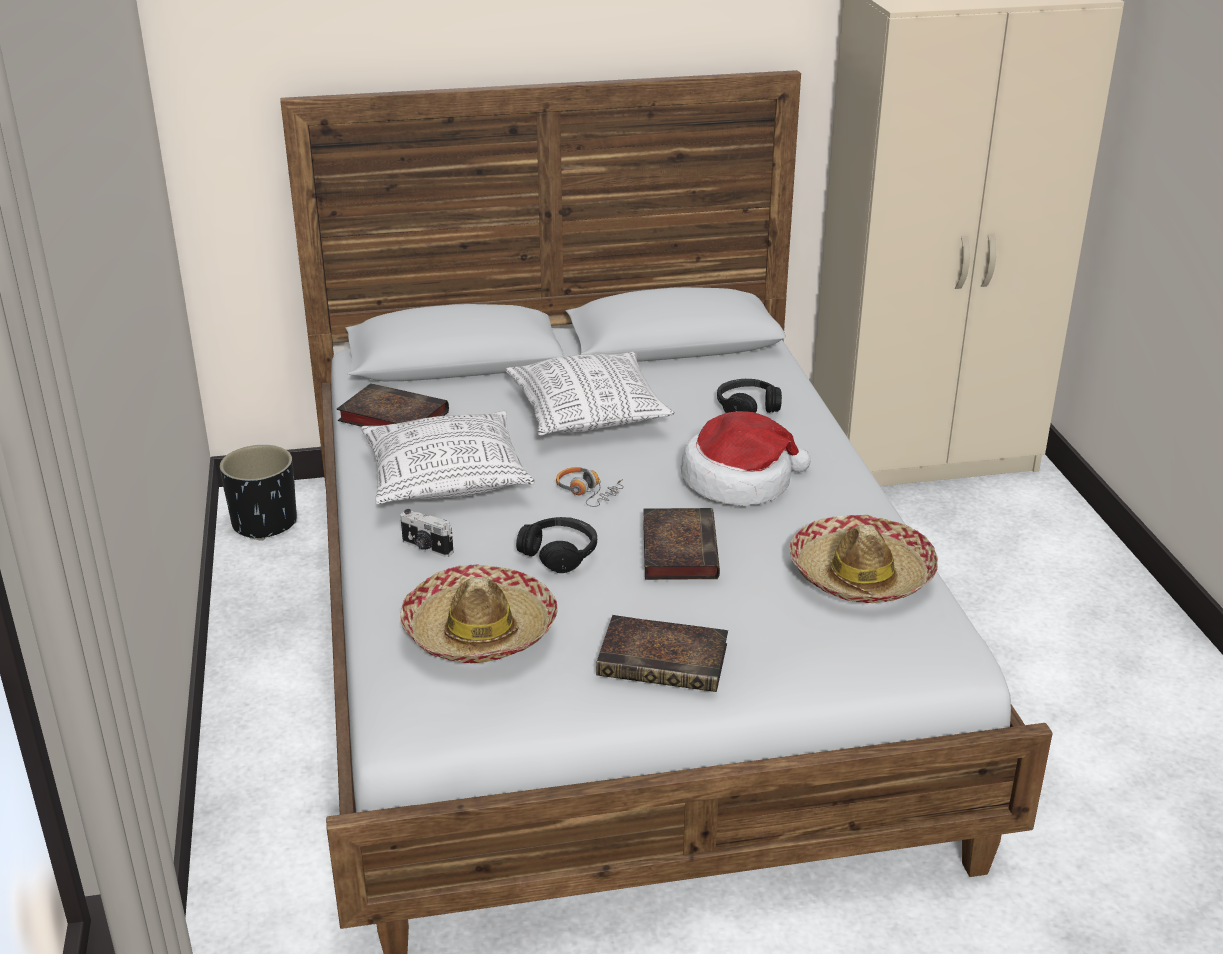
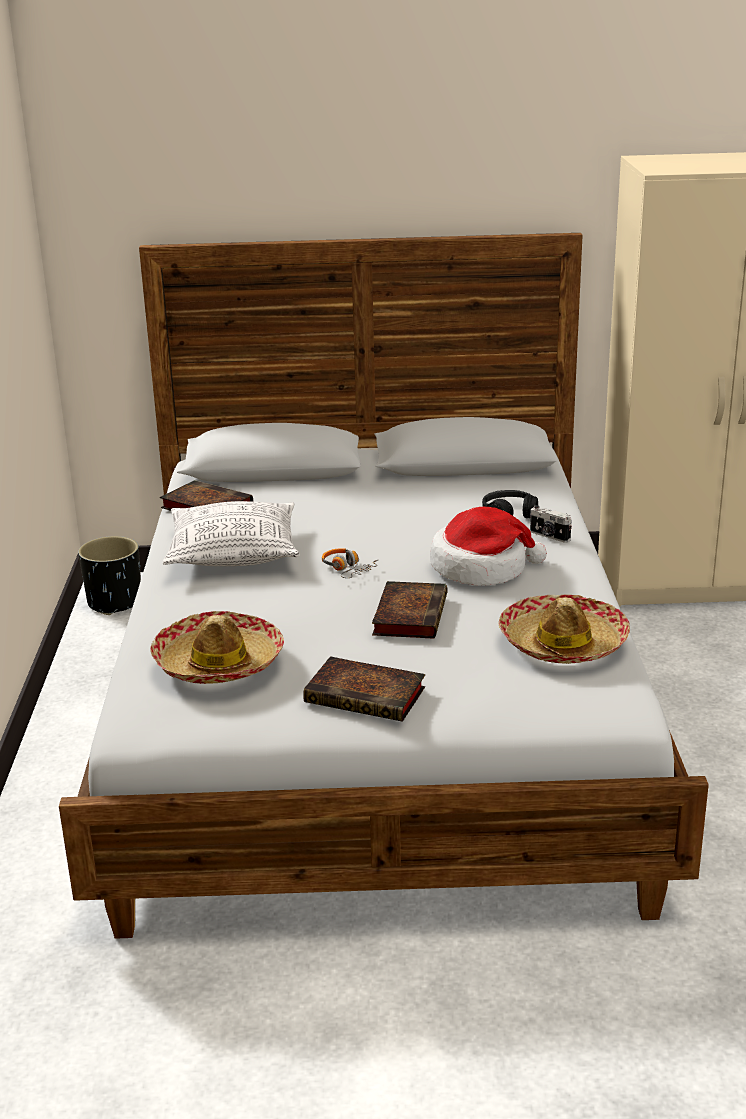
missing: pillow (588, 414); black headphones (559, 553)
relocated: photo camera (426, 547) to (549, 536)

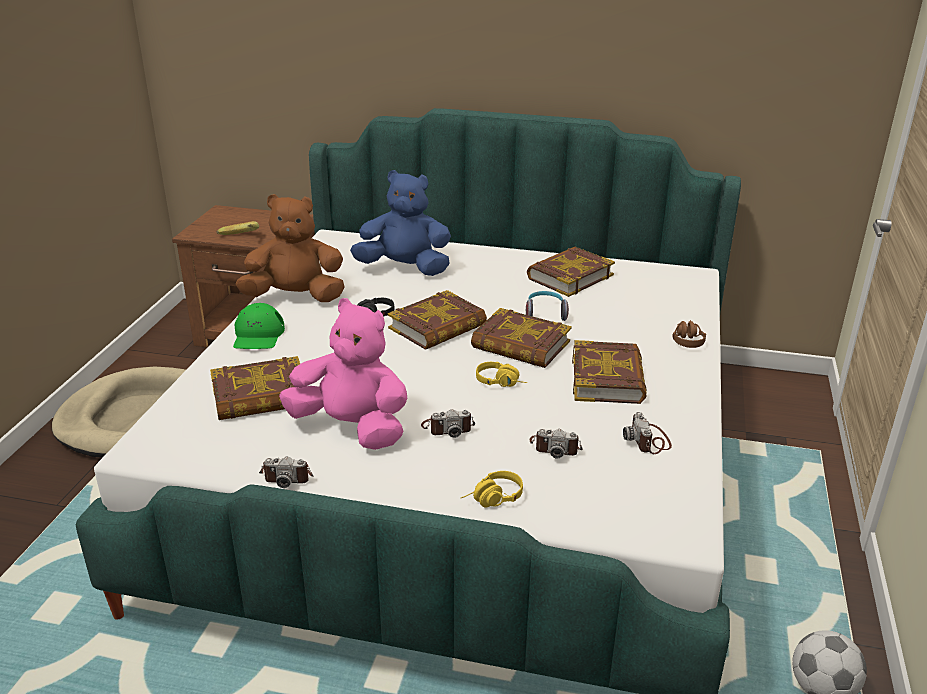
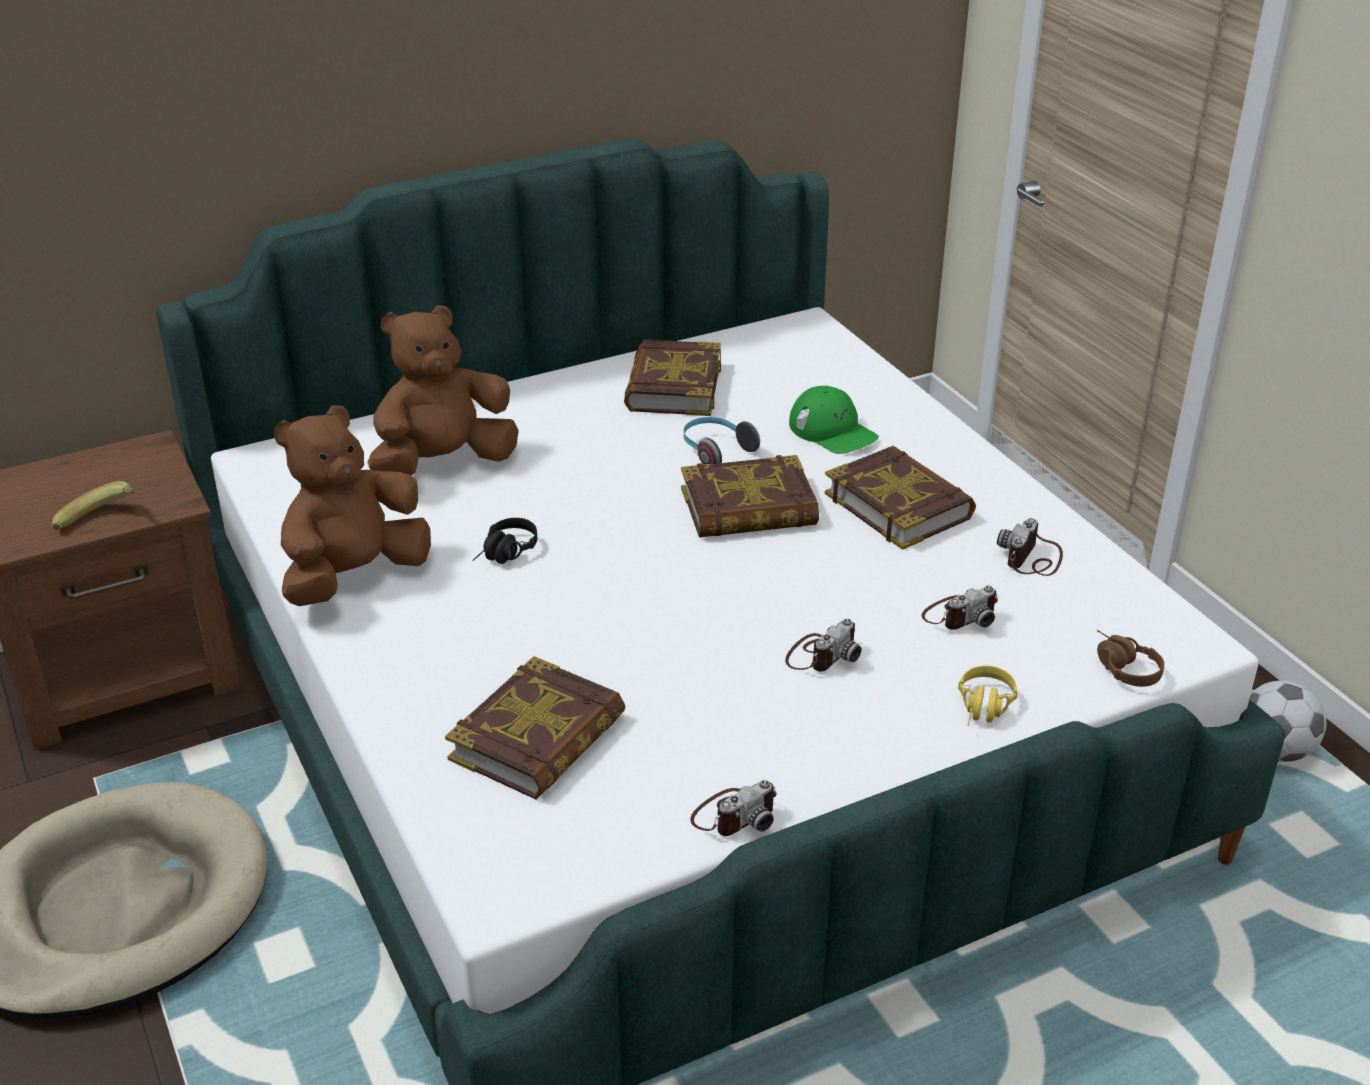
missing: book (438, 327); pink plush toy (352, 427); yellow headphones (502, 382)
relocated: green cap (258, 335) to (833, 430); brown headphones (686, 339) to (1120, 667)
colour: blue plush toy (405, 268) to brown plush toy (443, 463)
spun: photo camera (648, 440) = (1032, 559) 75 degrees clockwise

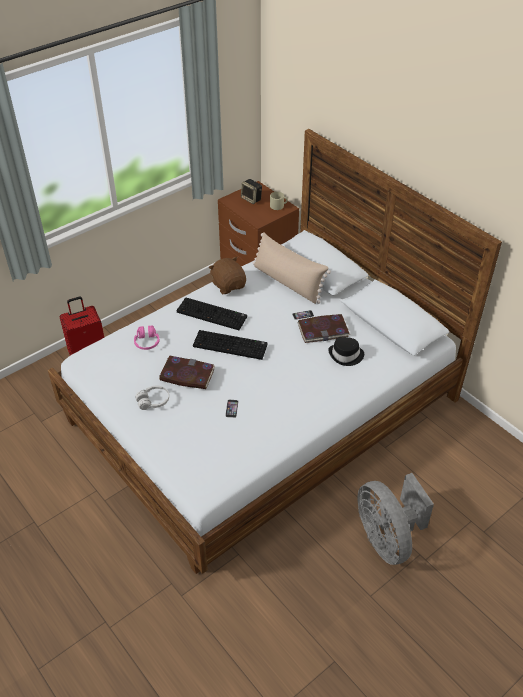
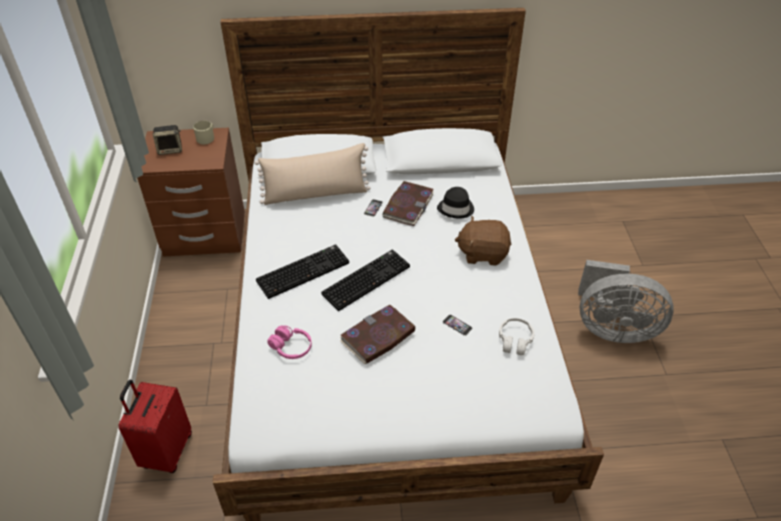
relocated: brown plush toy (228, 285) to (483, 253); white headphones (153, 401) to (515, 340)

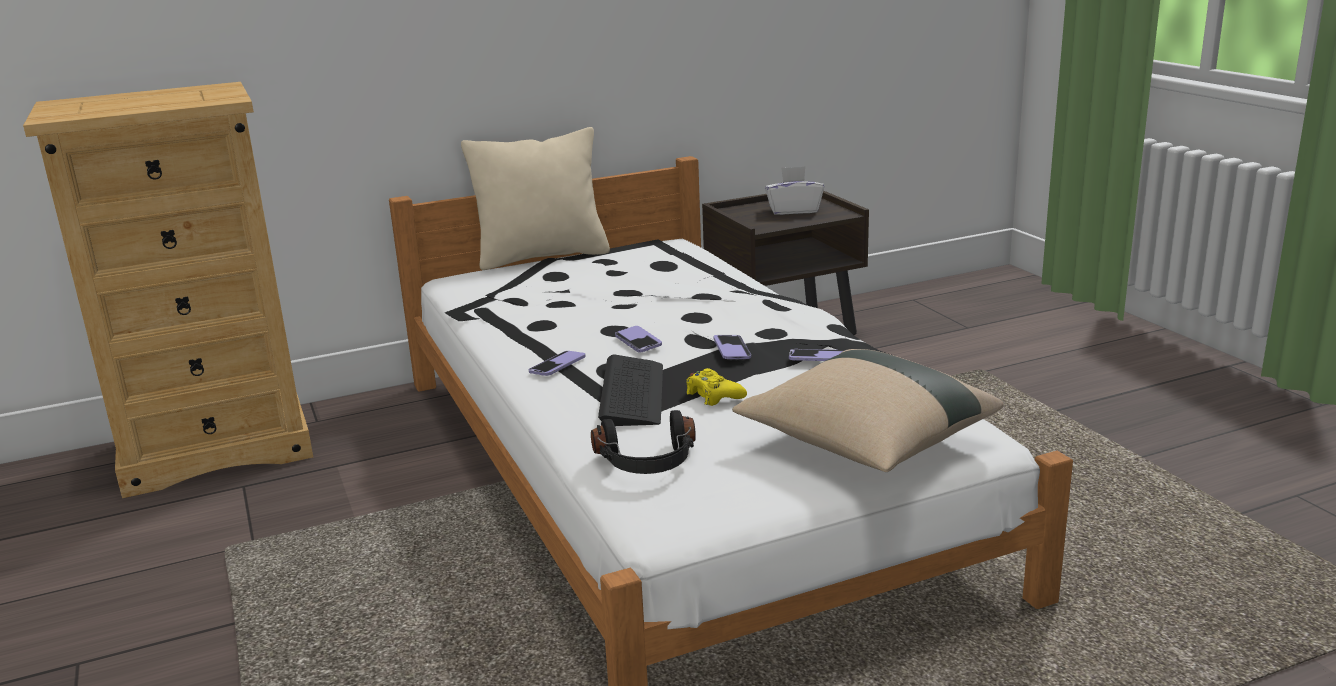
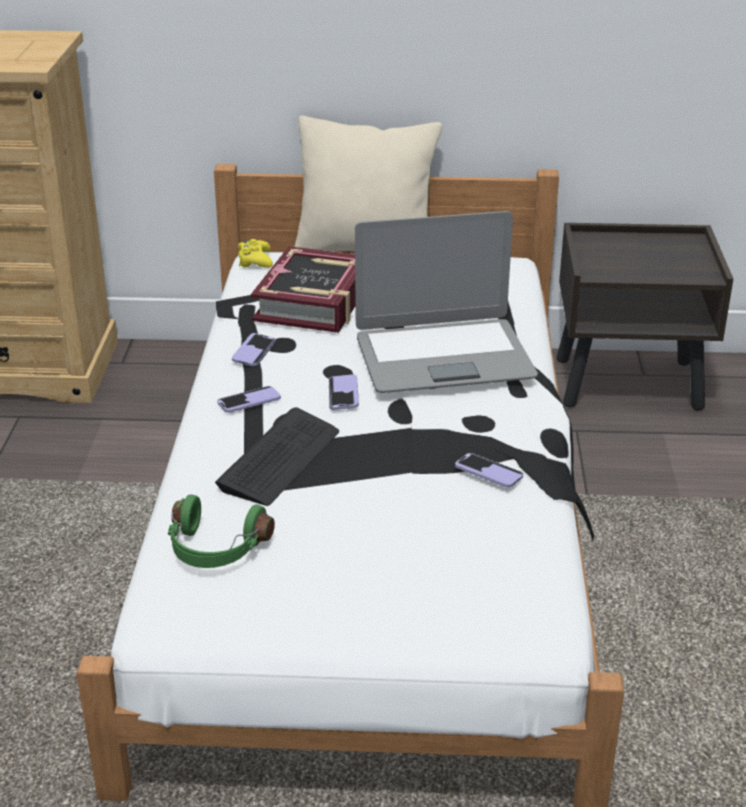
missing: white tissue box (793, 210); beige pillow (865, 443)
appeared: laptop (443, 357); book (314, 302)
relocated: phone (732, 349) to (254, 351); yellow game controller (713, 395) to (255, 260)
colour: black headphones (648, 463) to green headphones (215, 550)

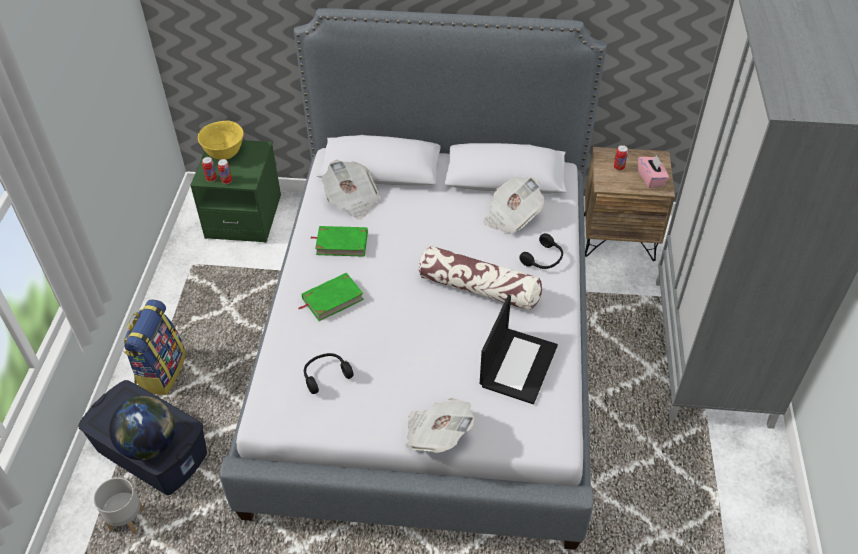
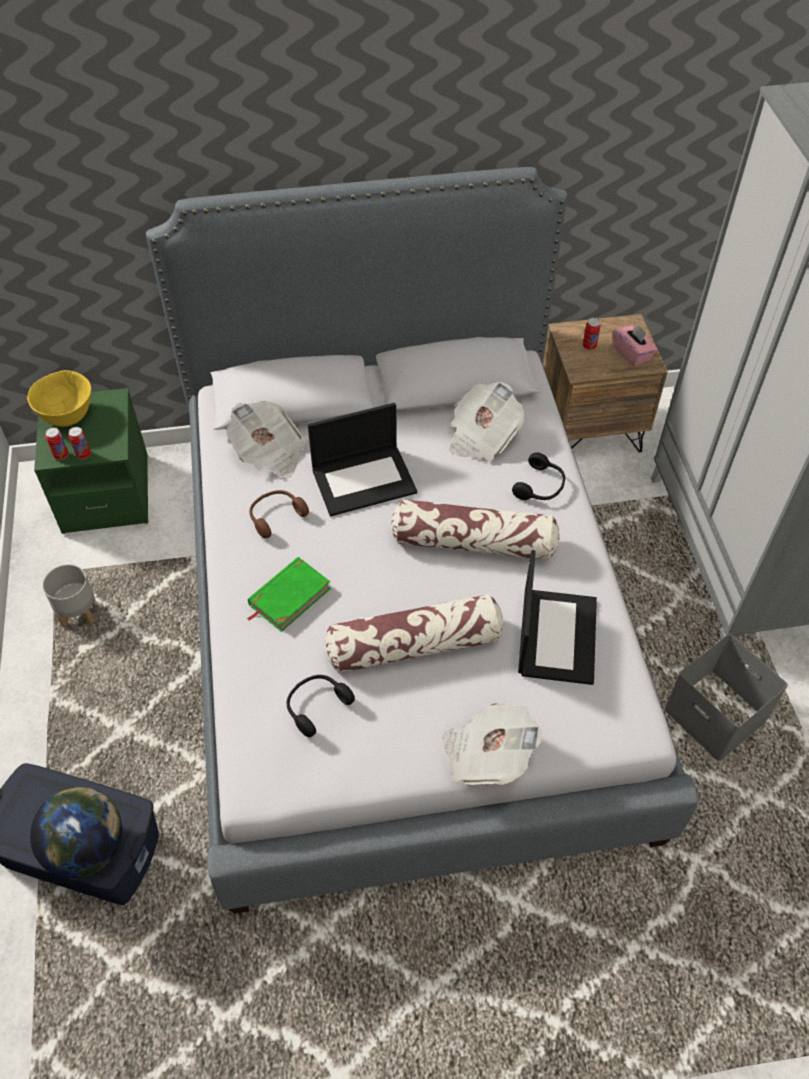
missing: backpack (161, 371)
appeared: laptop (364, 479); pillow (414, 645); grey storage box (717, 716)
relocated: grey planter (127, 519) to (79, 613)
exchanged: green book (341, 243) to brown headphones (275, 516)

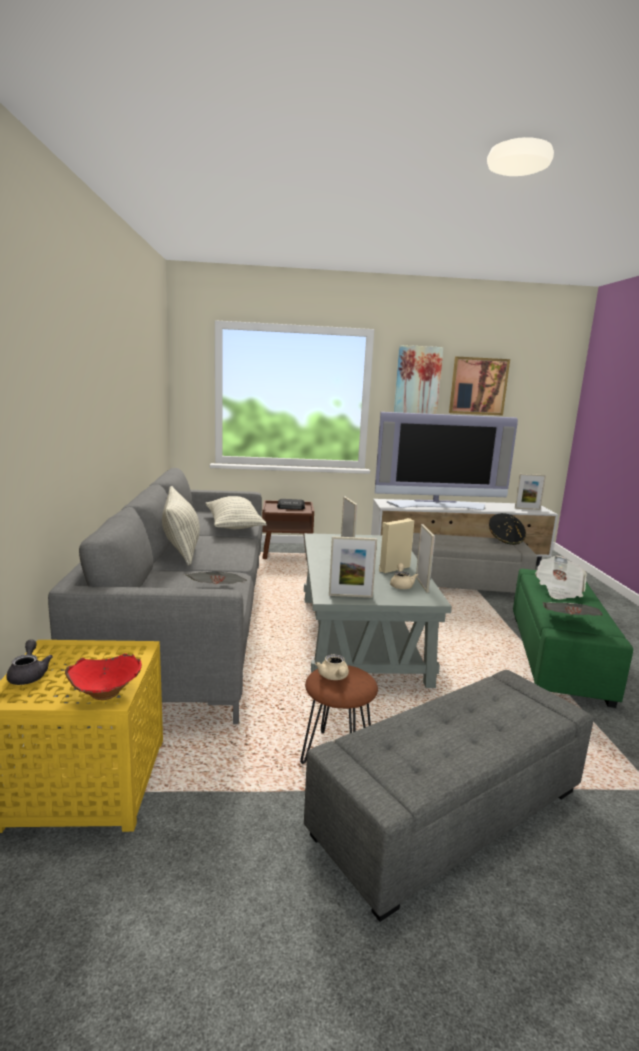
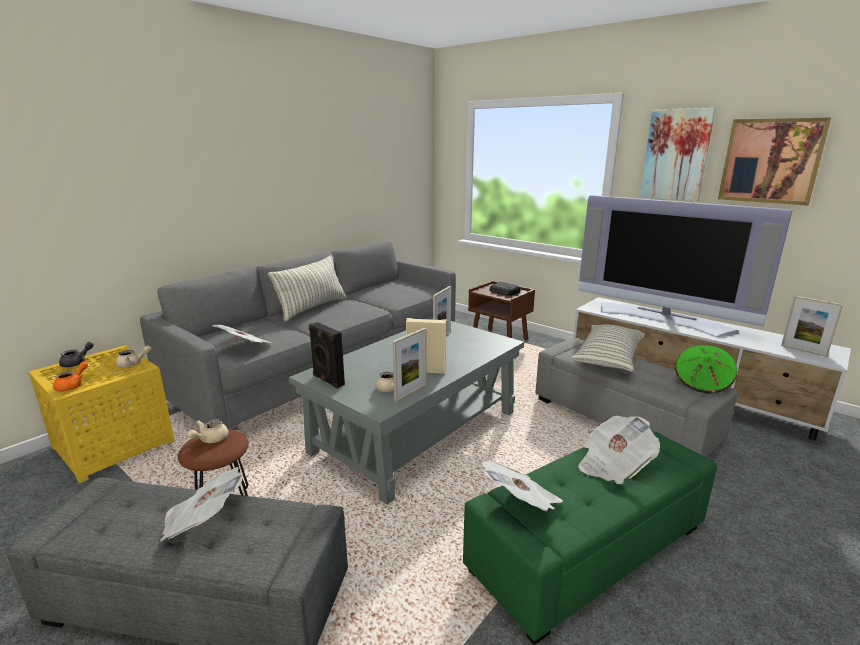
appeared: beige teapot (133, 364); newspaper (203, 521)
relocated: pillow (234, 526) to (608, 359)
exchanged: picture frame (350, 596) to black speaker (327, 380); red bowl (105, 691) to orange teapot (73, 385)
colour: black hat (505, 540) to green hat (702, 383)

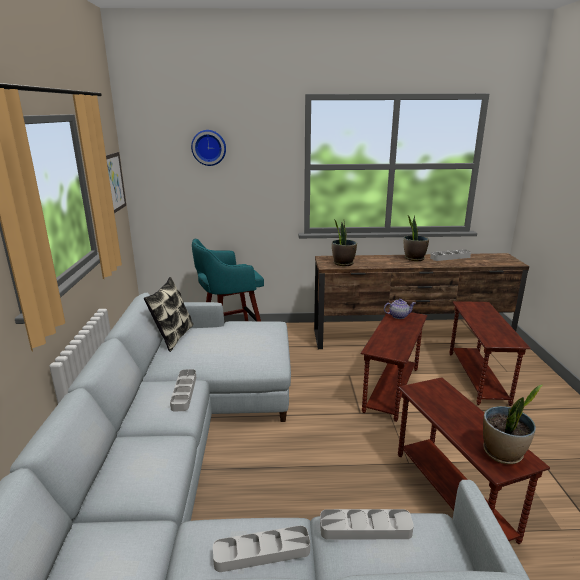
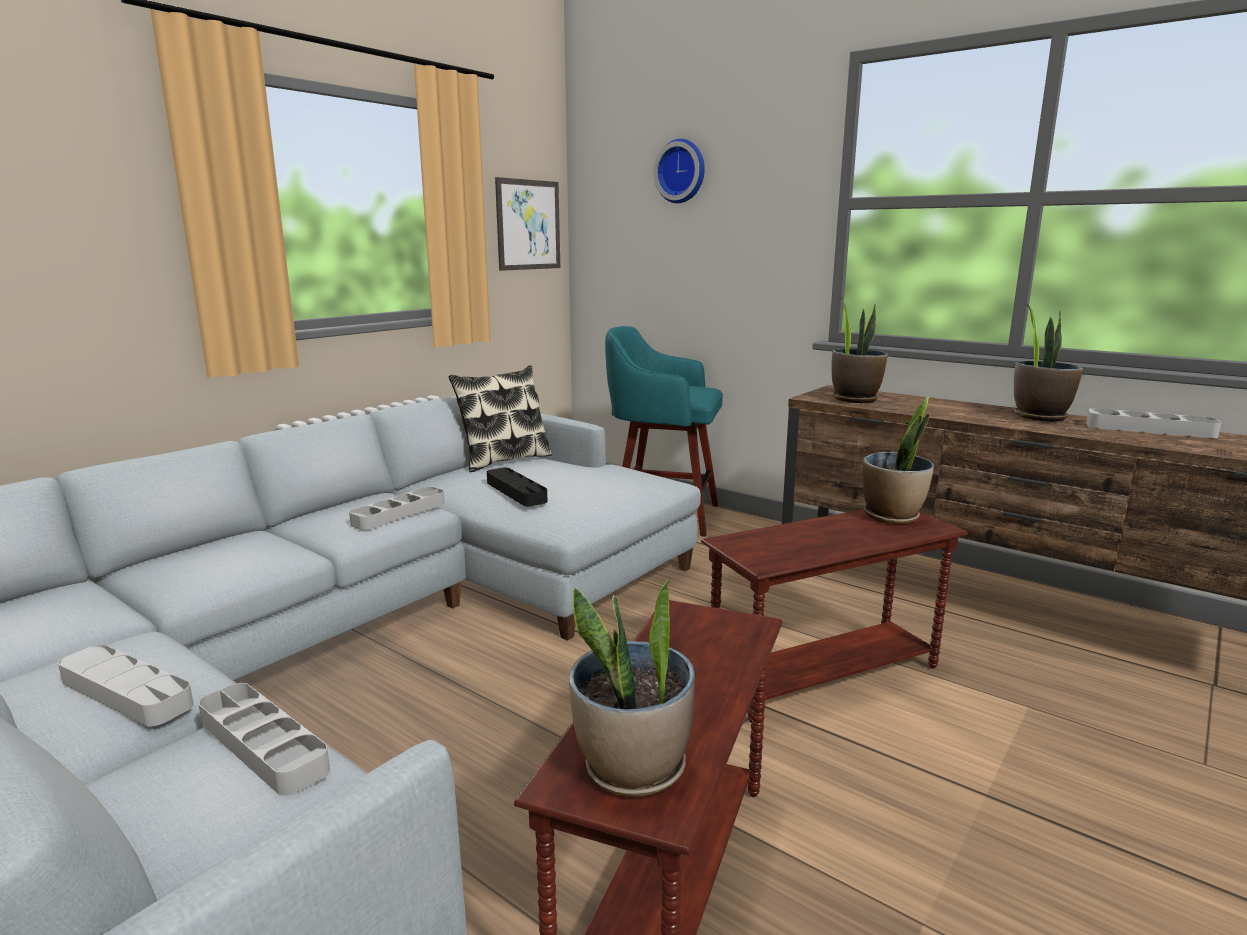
missing: brown side table (477, 378)
appeared: black tray (516, 491)
exchanged: teapot (398, 316) to potted plant (892, 516)

